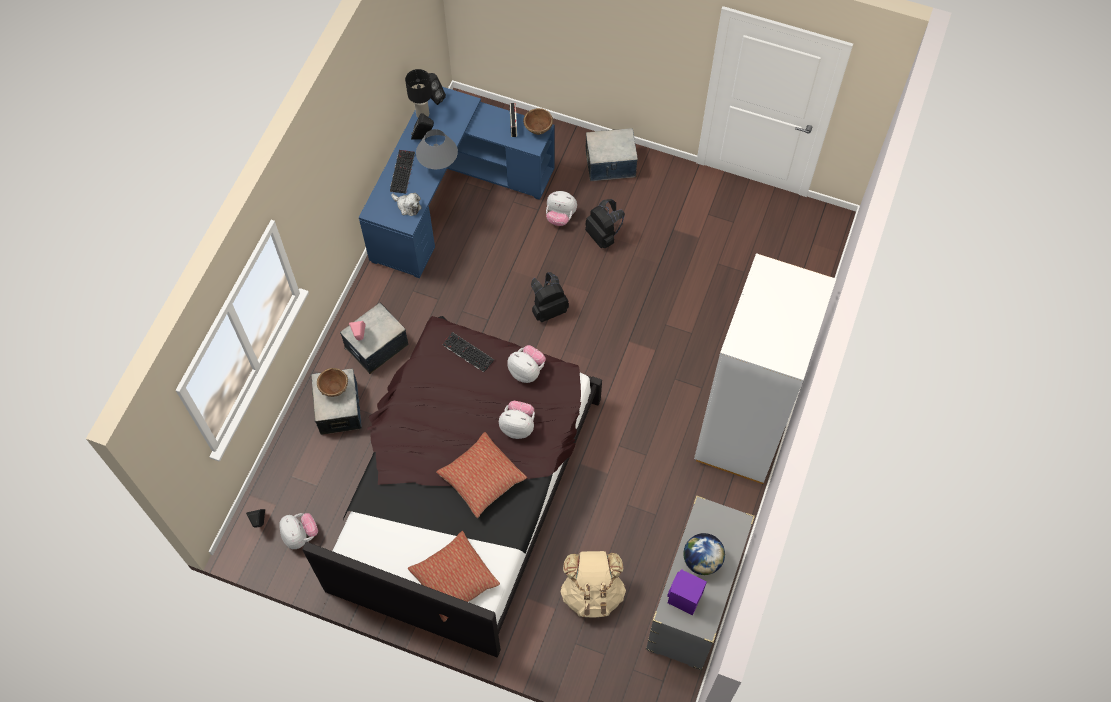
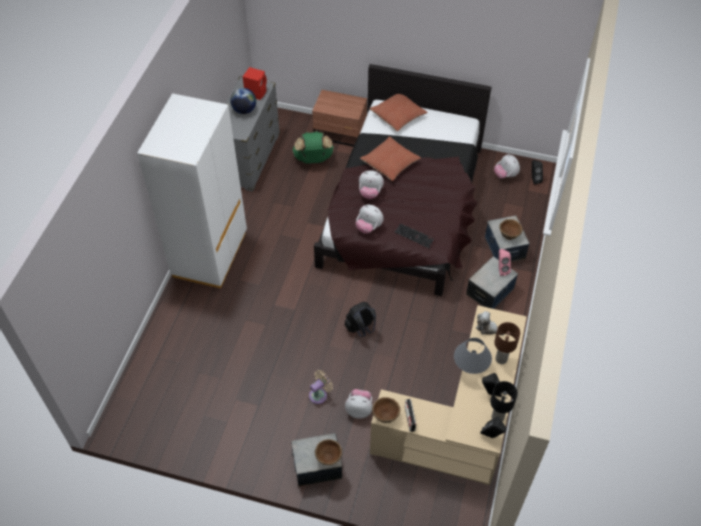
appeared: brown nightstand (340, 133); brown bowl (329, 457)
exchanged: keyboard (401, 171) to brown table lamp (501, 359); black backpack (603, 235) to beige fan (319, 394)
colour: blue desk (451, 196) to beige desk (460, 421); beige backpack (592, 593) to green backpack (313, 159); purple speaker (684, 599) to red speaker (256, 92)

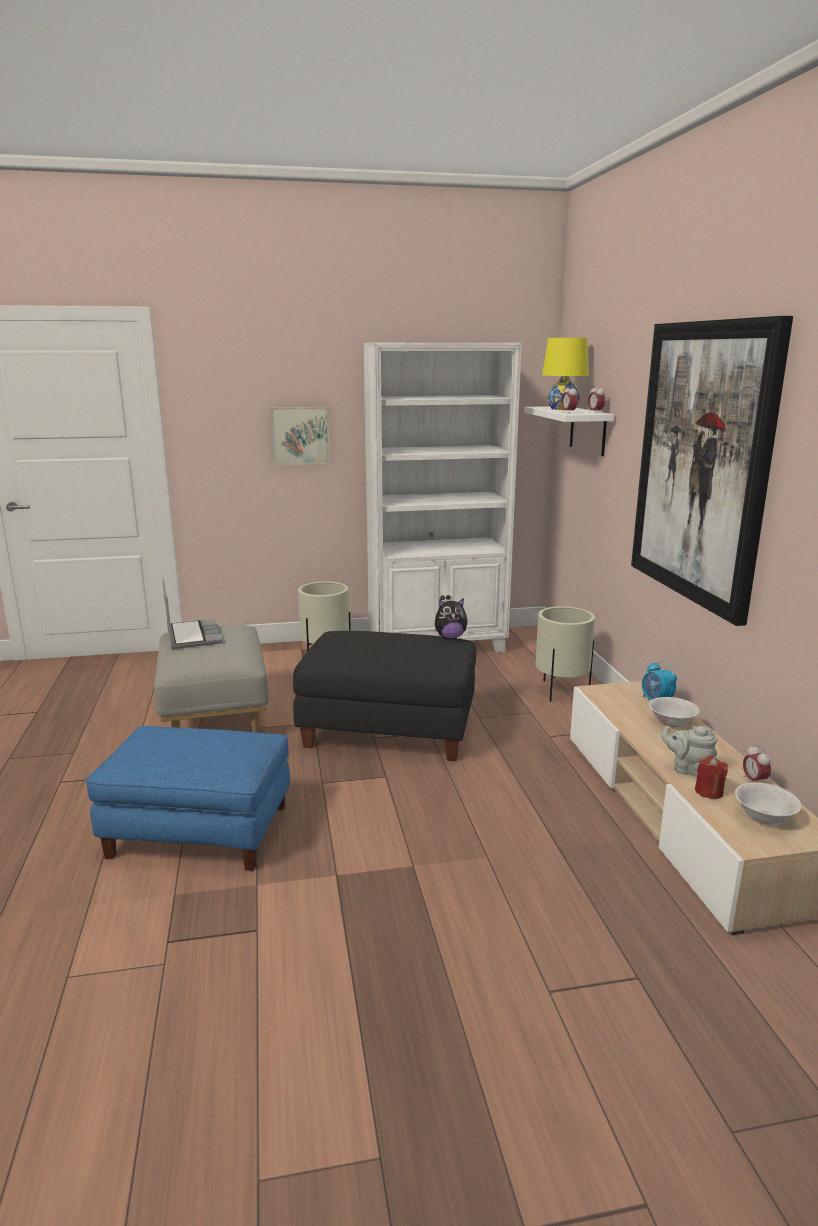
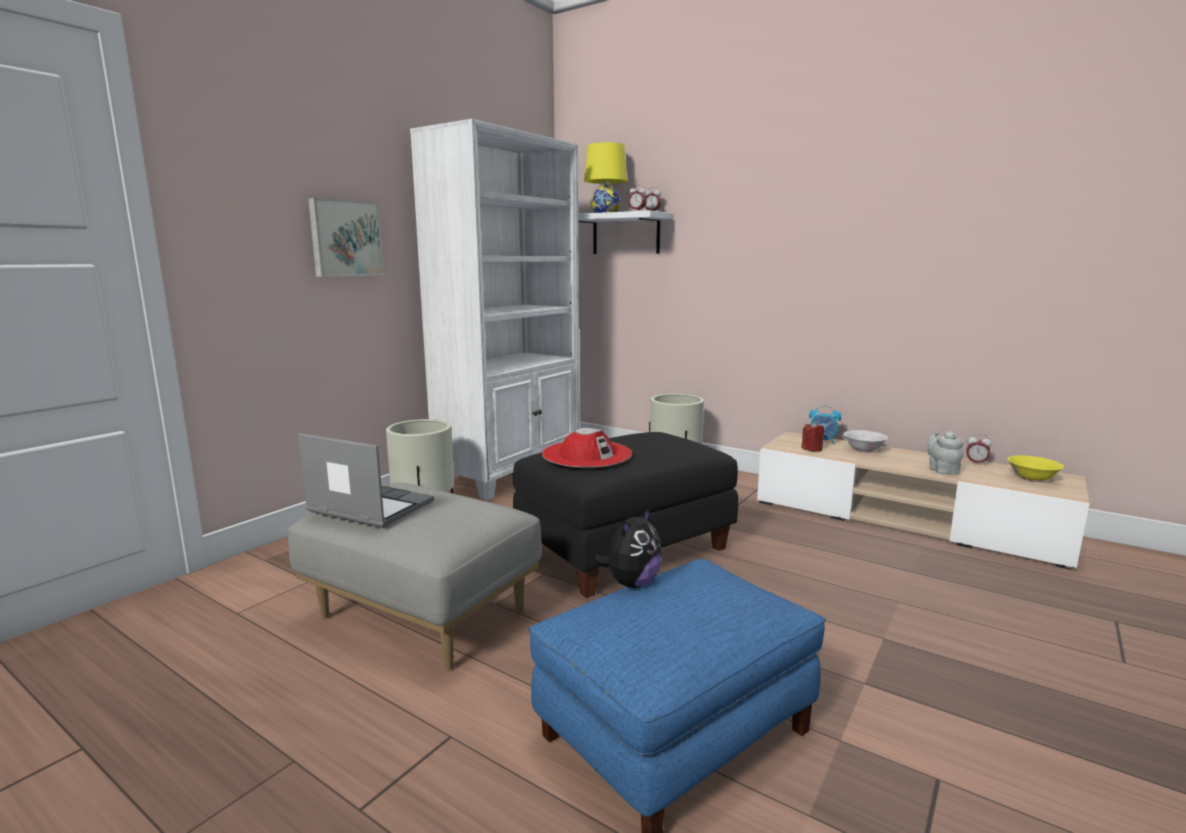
missing: picture (702, 463)
appeared: red hat (587, 454)
relocated: plush toy (450, 637) to (631, 583); red candle (708, 792) to (812, 449)
colour: white bowl (764, 818) to yellow bowl (1032, 479)
spun: grey teapot (688, 769) = (942, 470) 105 degrees clockwise

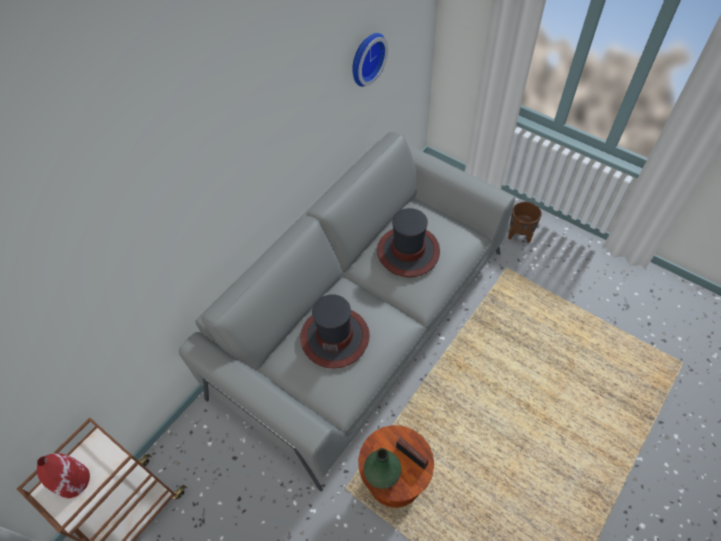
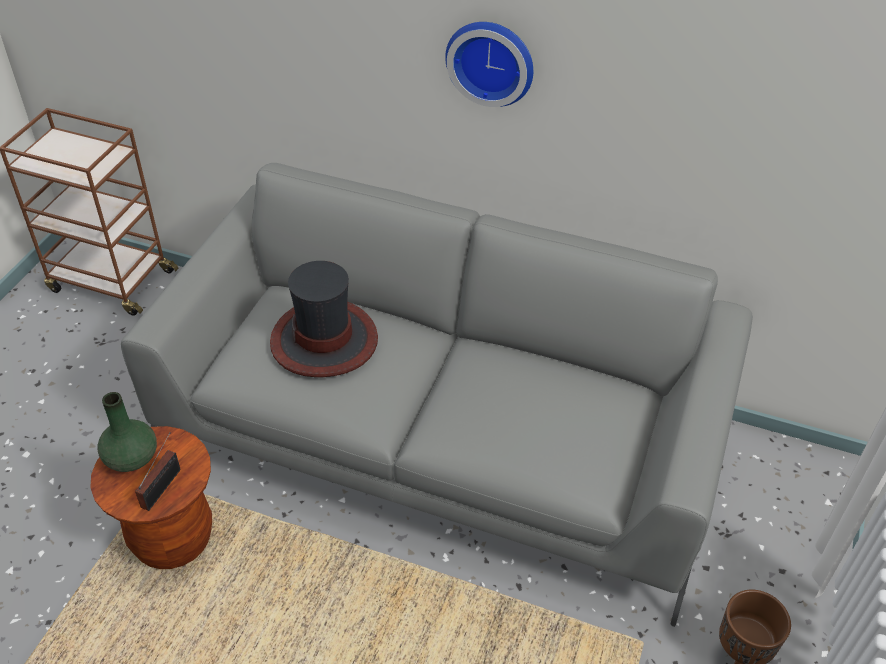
missing: hat (408, 252); red vase (72, 480)
relocated: wall clock (365, 58) to (491, 61)

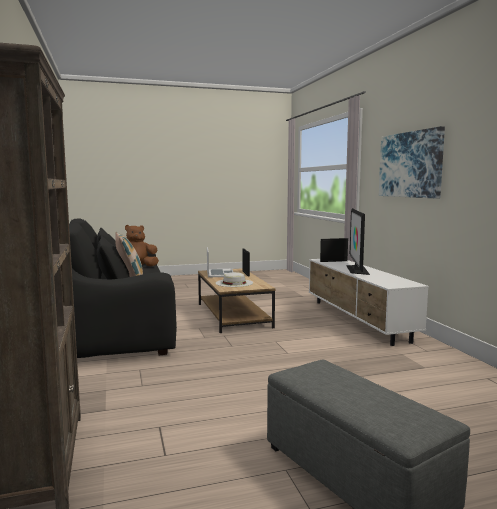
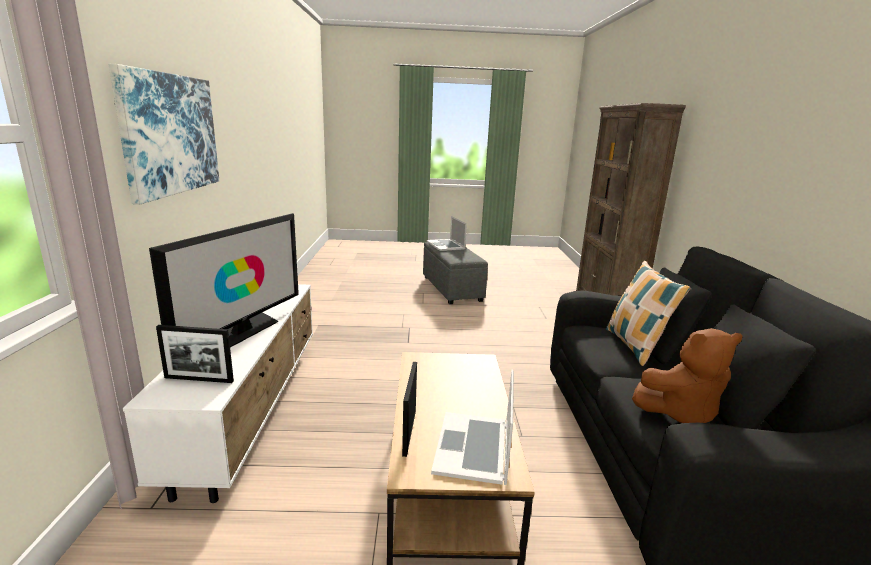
missing: white hat (234, 283)
appeared: laptop (445, 245)

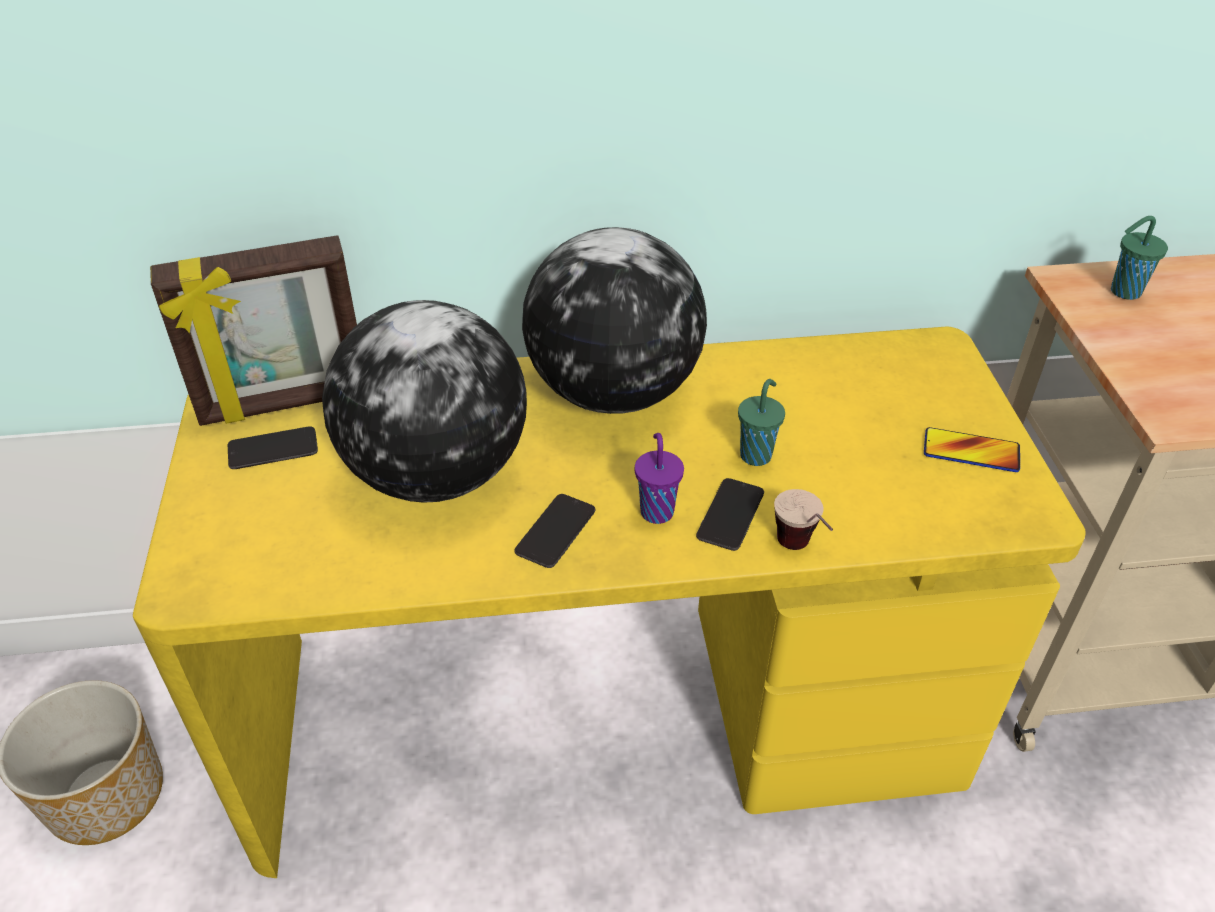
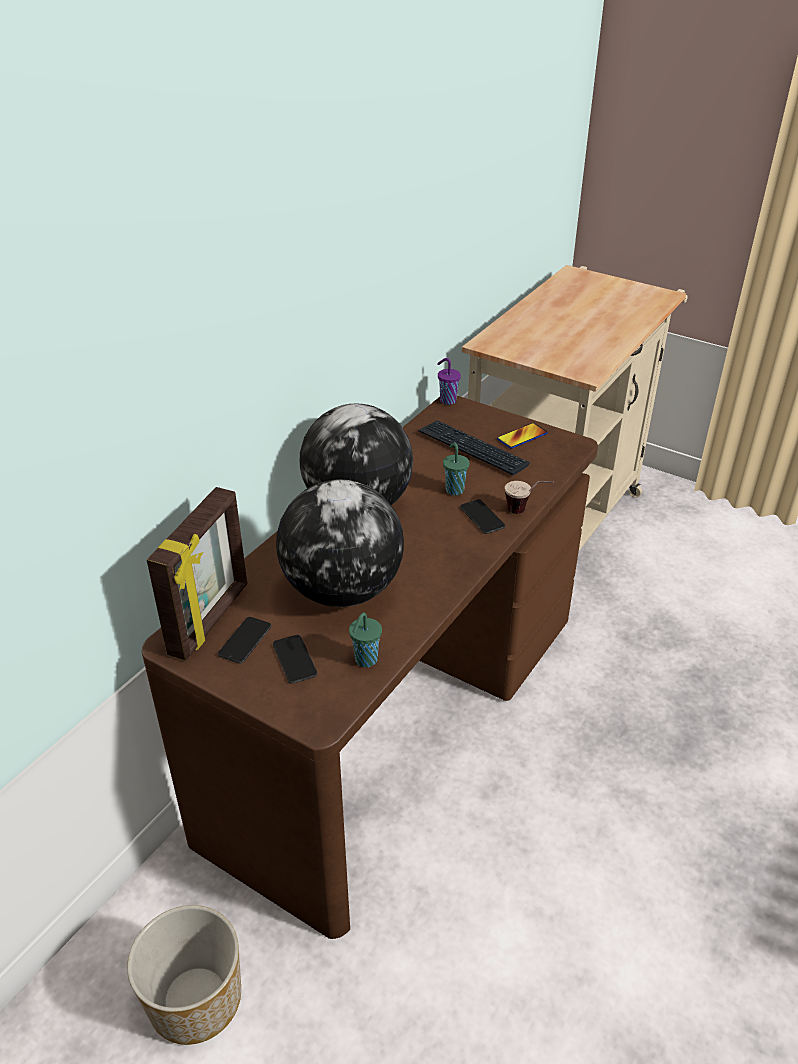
appeared: keyboard (472, 449)
relocated: green cup (1123, 292) to (365, 660); purple cup (656, 510) to (447, 400); phone (555, 531) to (294, 659)
colour: yellow desk (606, 714) to brown desk (397, 719)

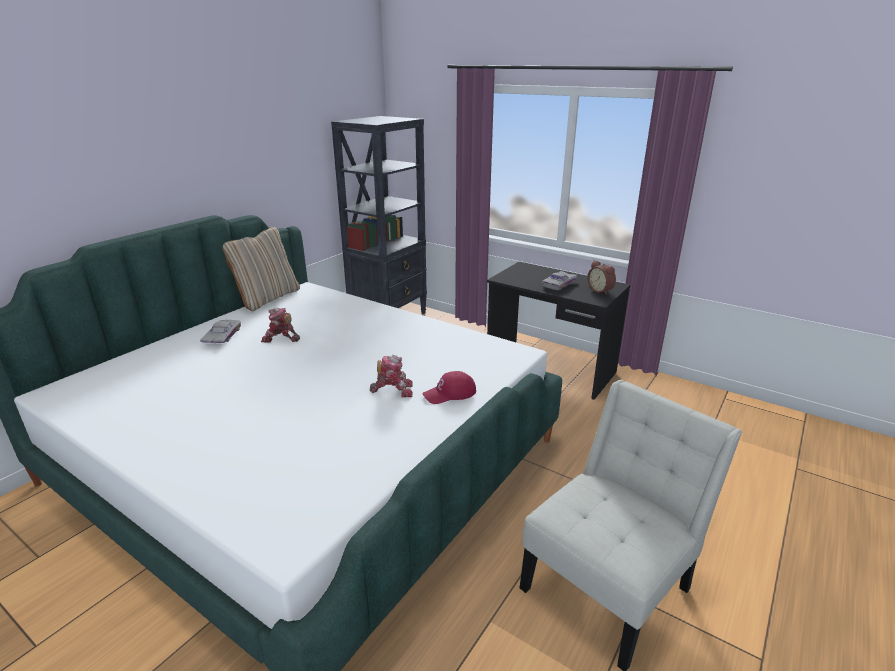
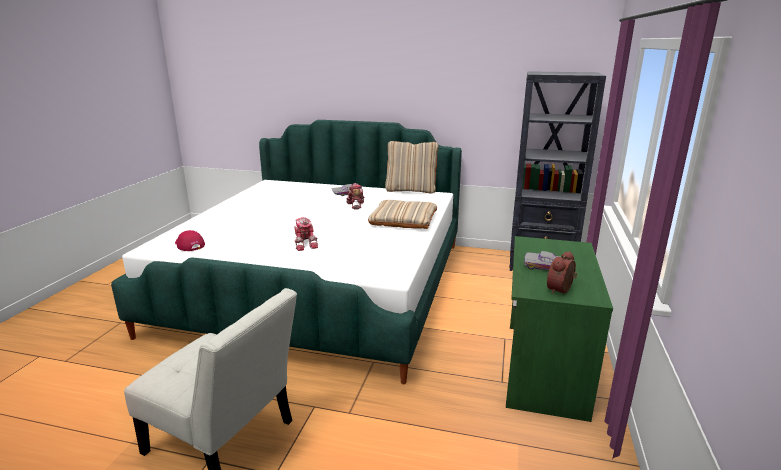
appeared: beige pillow (403, 220)
relocated: red cap (450, 393) to (189, 245)
colour: black desk (550, 369) to green desk (542, 367)

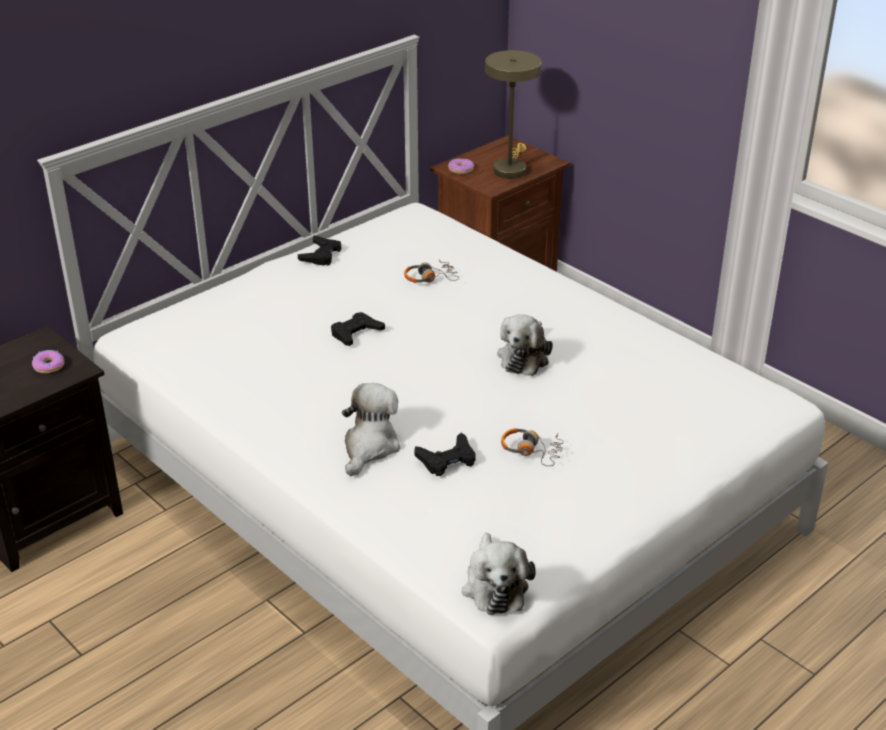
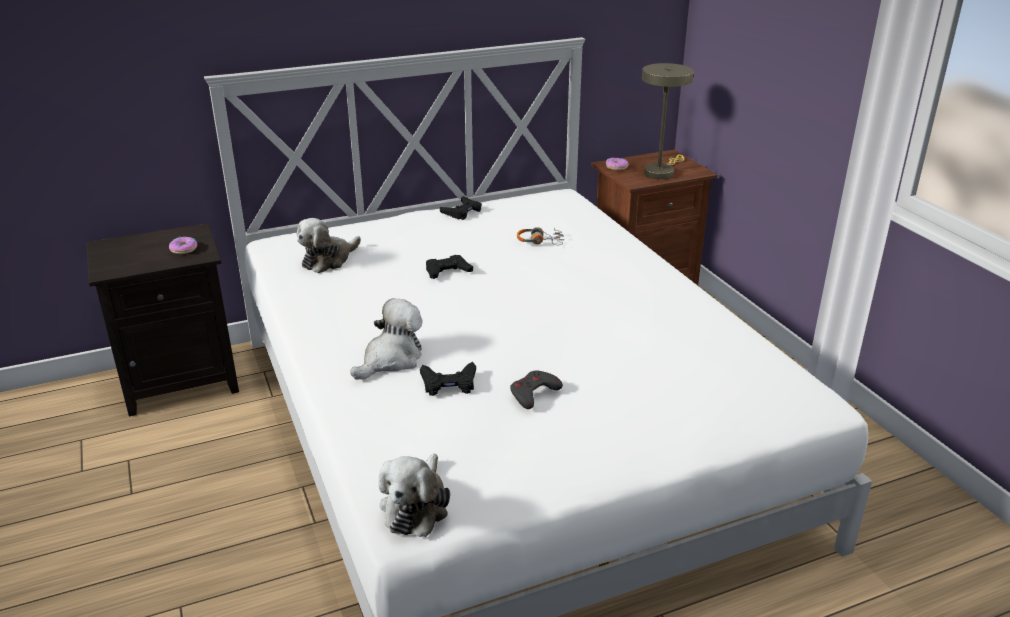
relocated: plush toy (524, 357) to (328, 260)
exchanged: headphones (531, 451) to grey game controller (533, 393)

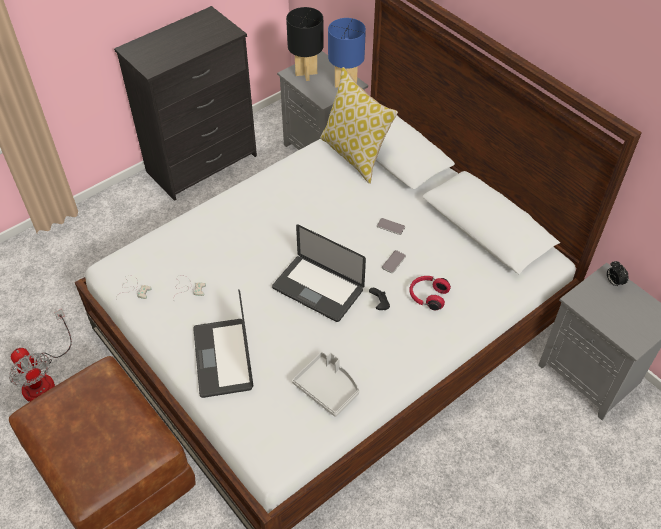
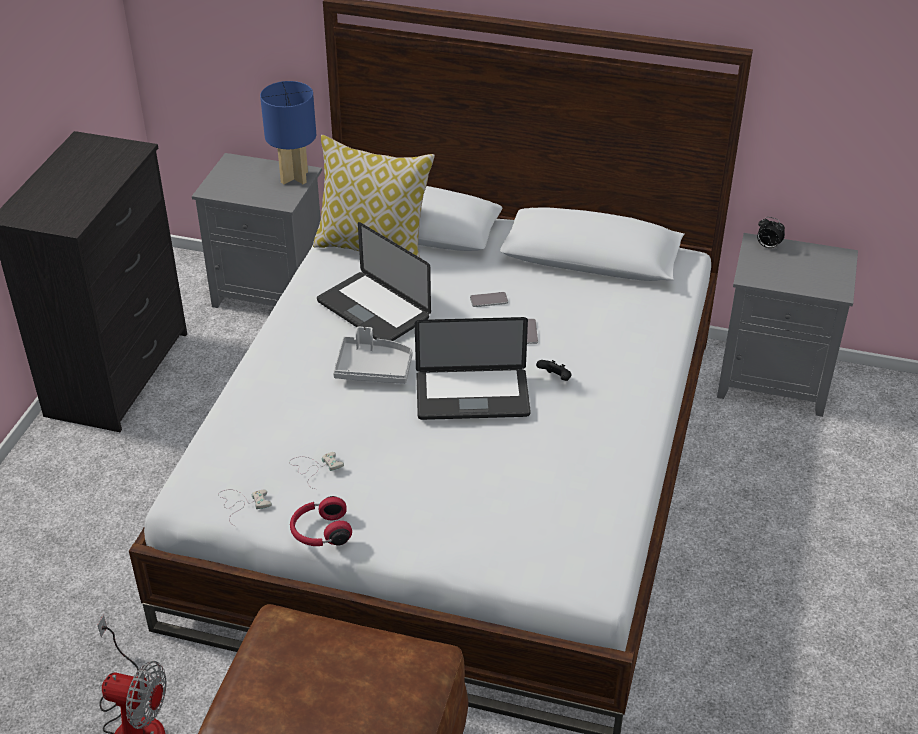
missing: black table lamp (306, 74)
relocated: red headphones (427, 296) to (320, 532); laptop (223, 358) to (373, 310); grey tray (328, 388) to (373, 368)

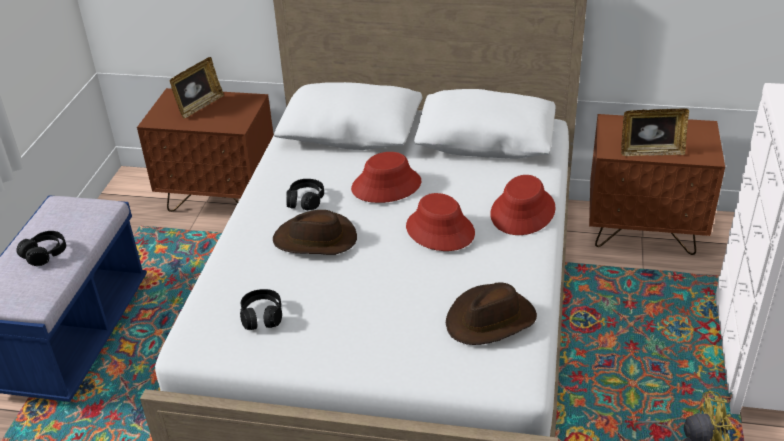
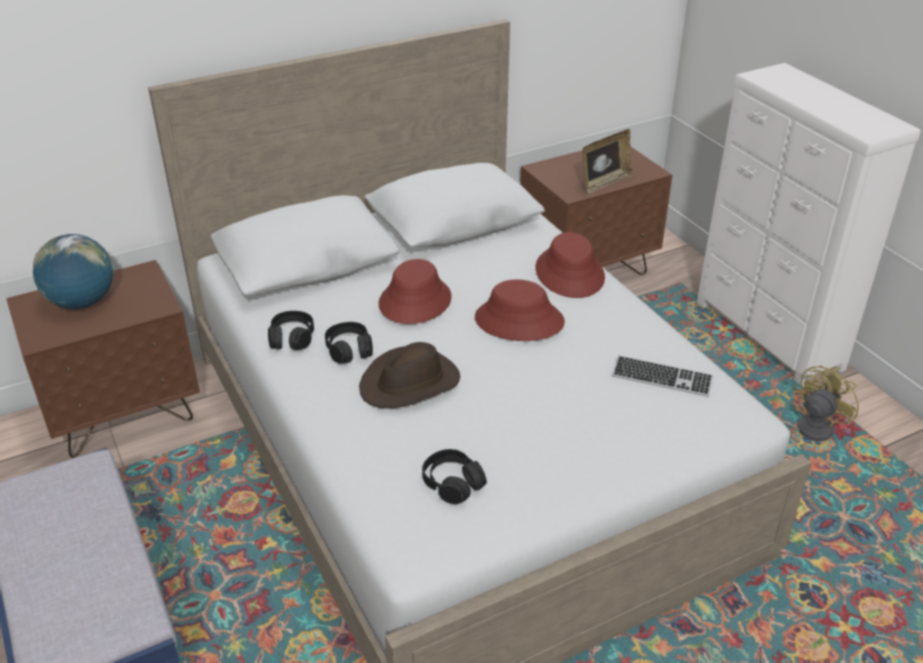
relocated: black headphones (45, 254) to (291, 338)
exchanged: picture frame (199, 106) to globe (82, 302); brown hat (491, 320) to keyboard (662, 378)

